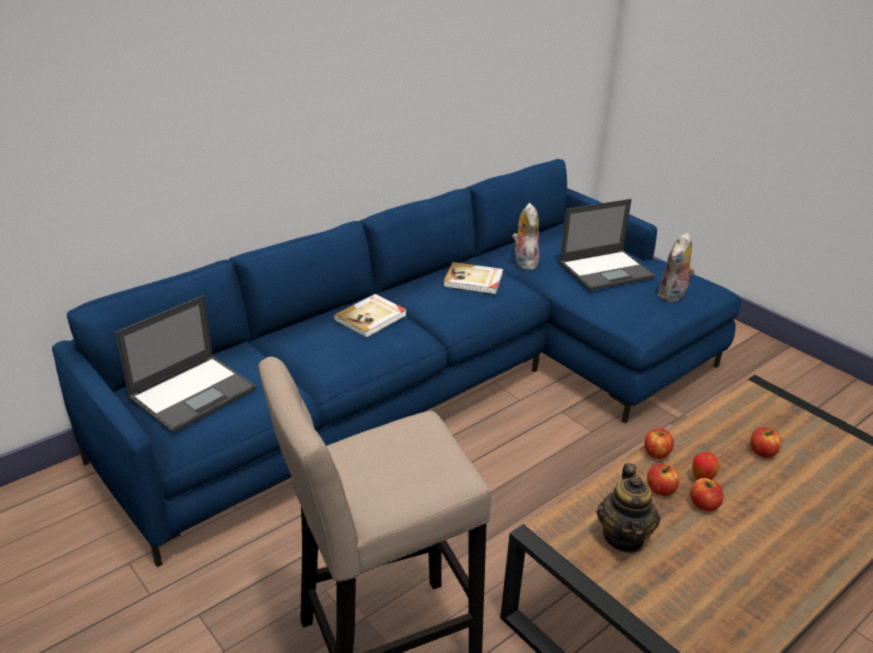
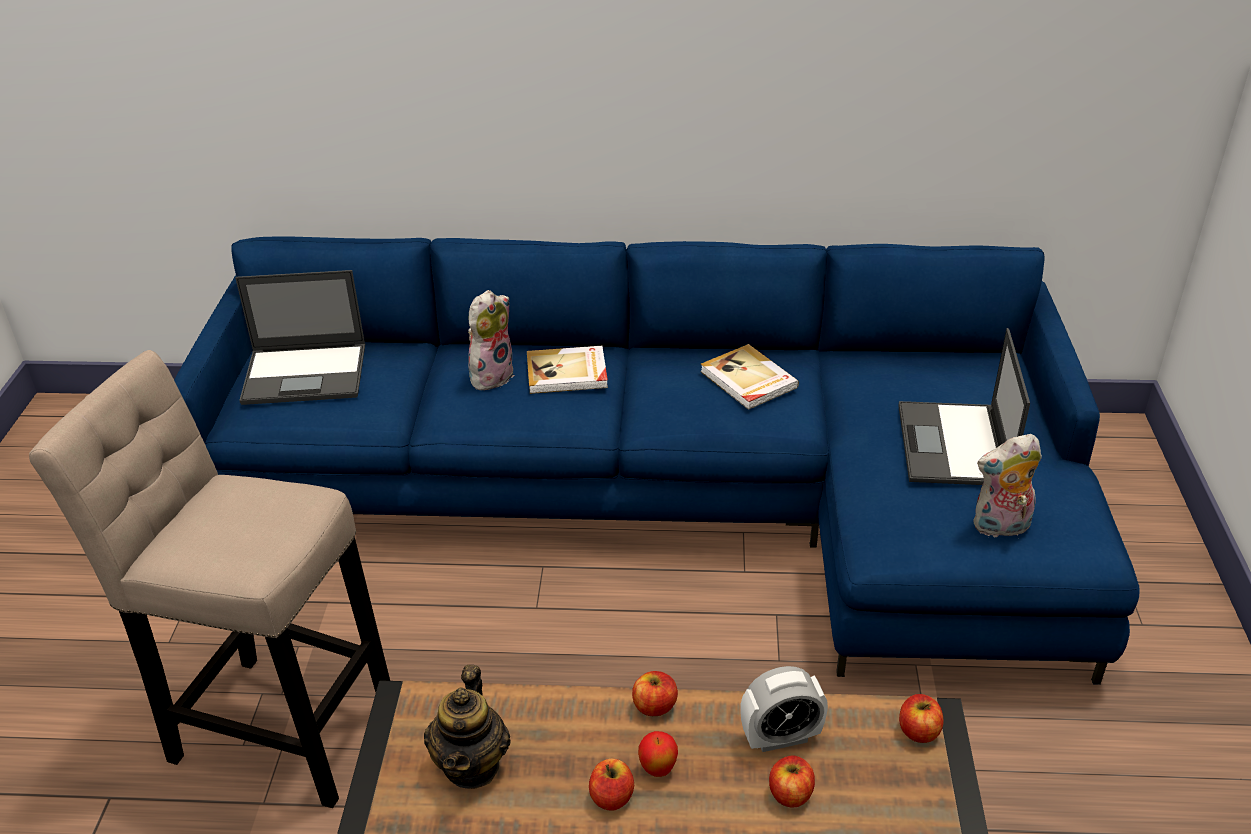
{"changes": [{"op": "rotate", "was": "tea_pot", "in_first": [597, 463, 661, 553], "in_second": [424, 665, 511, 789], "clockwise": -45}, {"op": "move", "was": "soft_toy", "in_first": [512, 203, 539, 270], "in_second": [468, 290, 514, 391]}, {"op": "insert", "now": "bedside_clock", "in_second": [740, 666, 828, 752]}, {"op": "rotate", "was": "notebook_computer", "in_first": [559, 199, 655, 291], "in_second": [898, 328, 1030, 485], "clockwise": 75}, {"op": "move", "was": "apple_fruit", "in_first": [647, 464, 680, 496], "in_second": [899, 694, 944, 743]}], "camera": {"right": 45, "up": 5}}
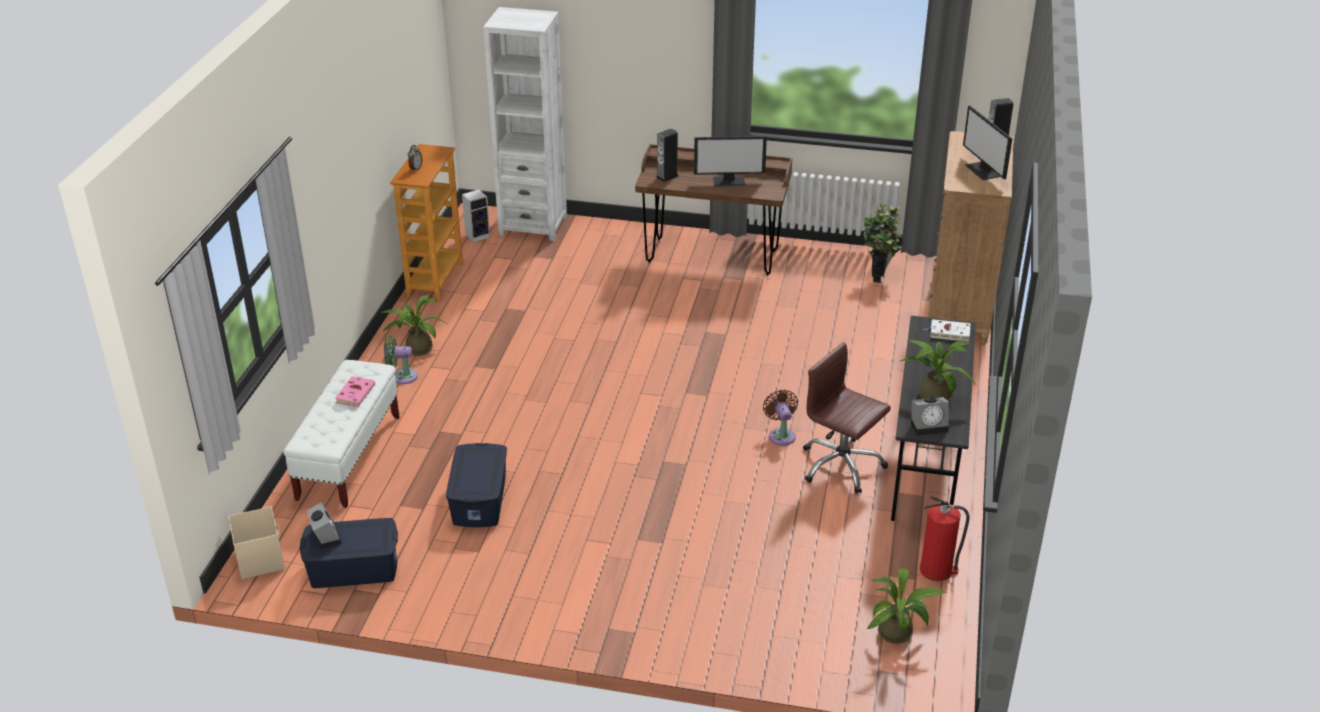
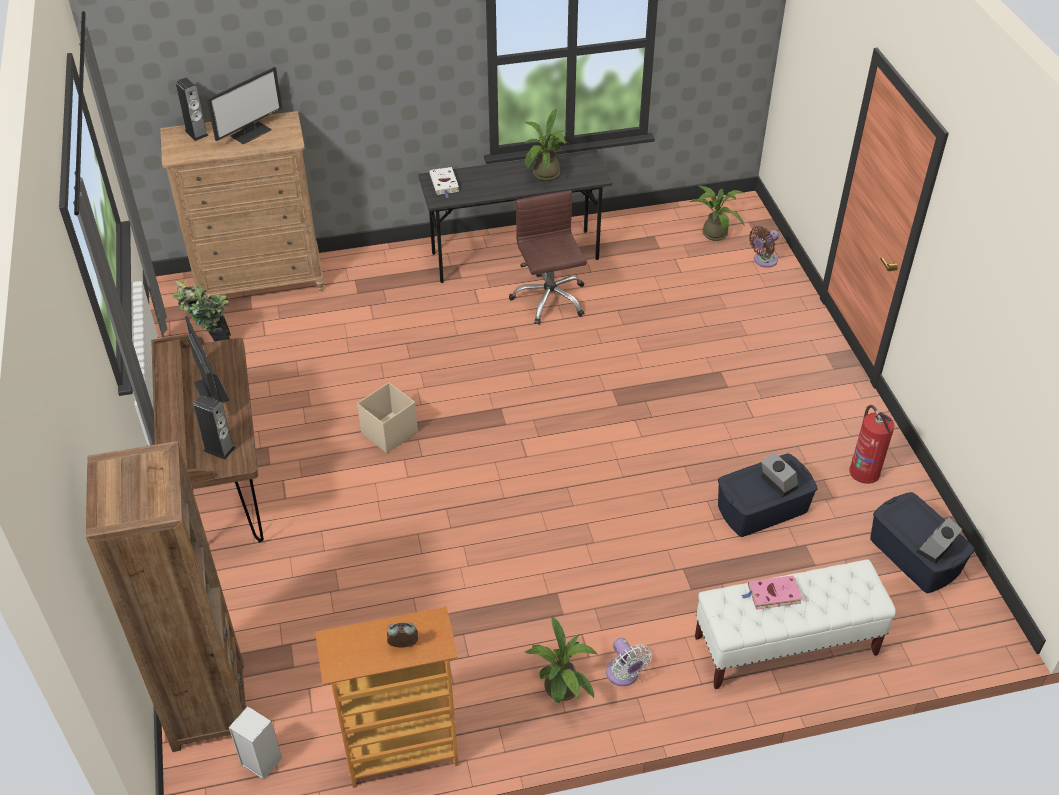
{"changes": [{"op": "recolor", "was": "whitish_shelving_unit", "now": "brownish_shelving_unit", "in_first": [483, 7, 567, 241], "in_second": [86, 441, 246, 752]}, {"op": "move", "was": "beige_storage_container", "in_first": [228, 506, 285, 579], "in_second": [357, 383, 418, 453]}, {"op": "rotate", "was": "brownish_desk_chair", "in_first": [803, 342, 891, 494], "in_second": [509, 190, 587, 325], "clockwise": 150}, {"op": "recolor", "was": "green_electric_fan", "now": "whitish_electric_fan", "in_first": [384, 336, 418, 384], "in_second": [606, 638, 652, 686]}, {"op": "move", "was": "brownish_electric_fan", "in_first": [763, 390, 798, 445], "in_second": [749, 226, 779, 268]}, {"op": "move", "was": "bedside_clock", "in_first": [910, 397, 949, 435], "in_second": [761, 452, 798, 497]}, {"op": "move", "was": "fire_extinguisher", "in_first": [920, 496, 970, 581], "in_second": [849, 405, 895, 484]}], "camera": {"right": -115, "up": 10}}
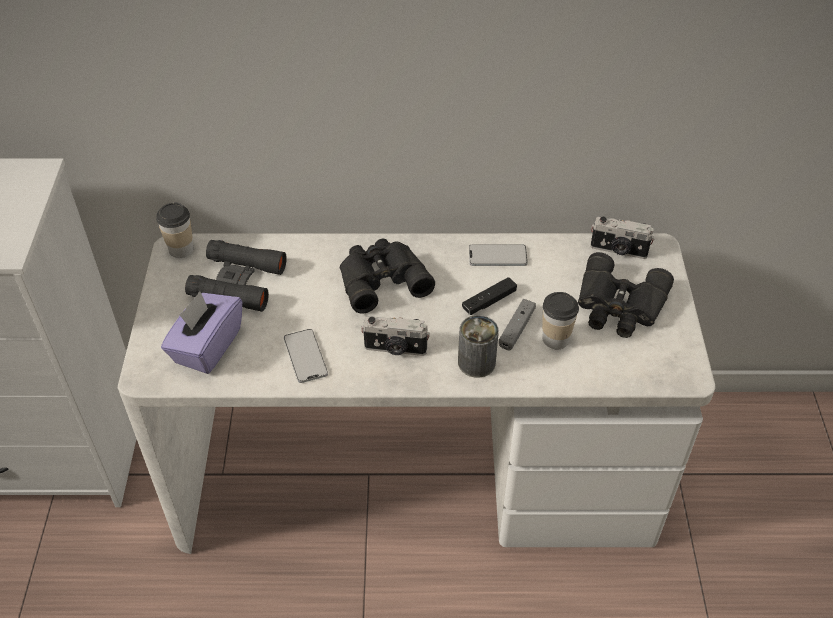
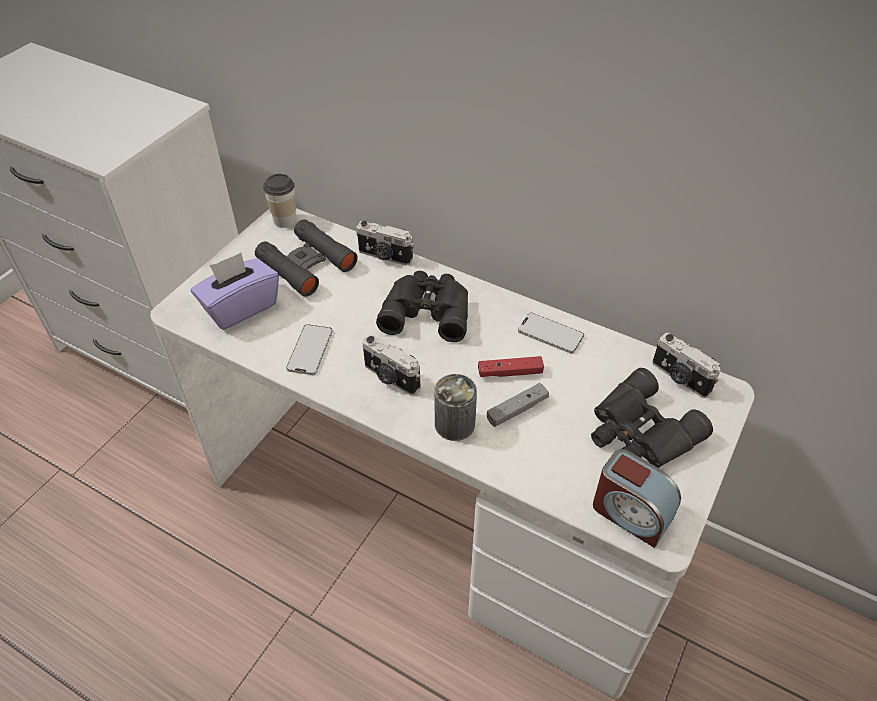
{"changes": [{"op": "insert", "now": "still_camera", "in_second": [356, 221, 414, 266]}, {"op": "recolor", "was": "black-coloured_gamepad", "now": "reddish_gamepad", "in_first": [462, 277, 517, 315], "in_second": [478, 356, 544, 377]}, {"op": "insert", "now": "bedside_clock", "in_second": [593, 449, 681, 548]}, {"op": "delete", "was": "cup", "in_first": [542, 292, 579, 349]}], "camera": {"right": 30, "up": 0}}
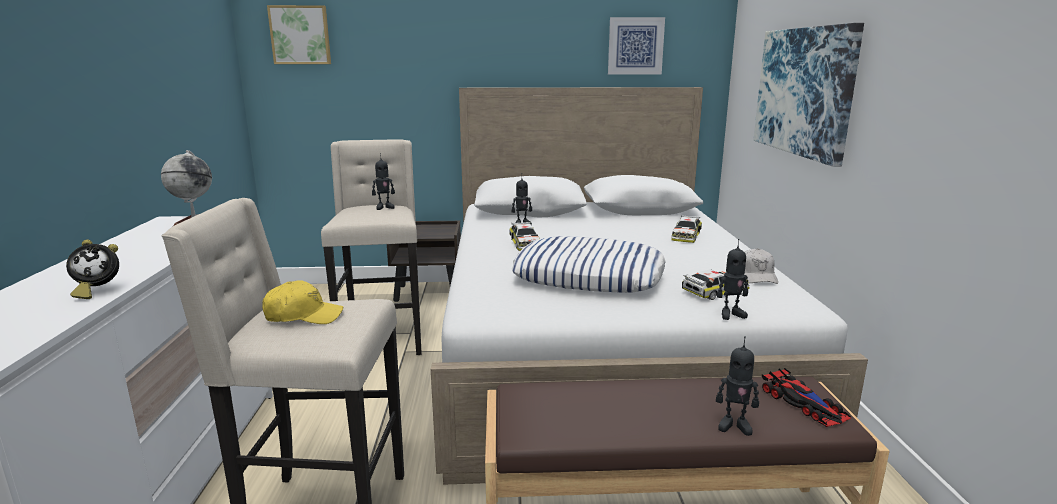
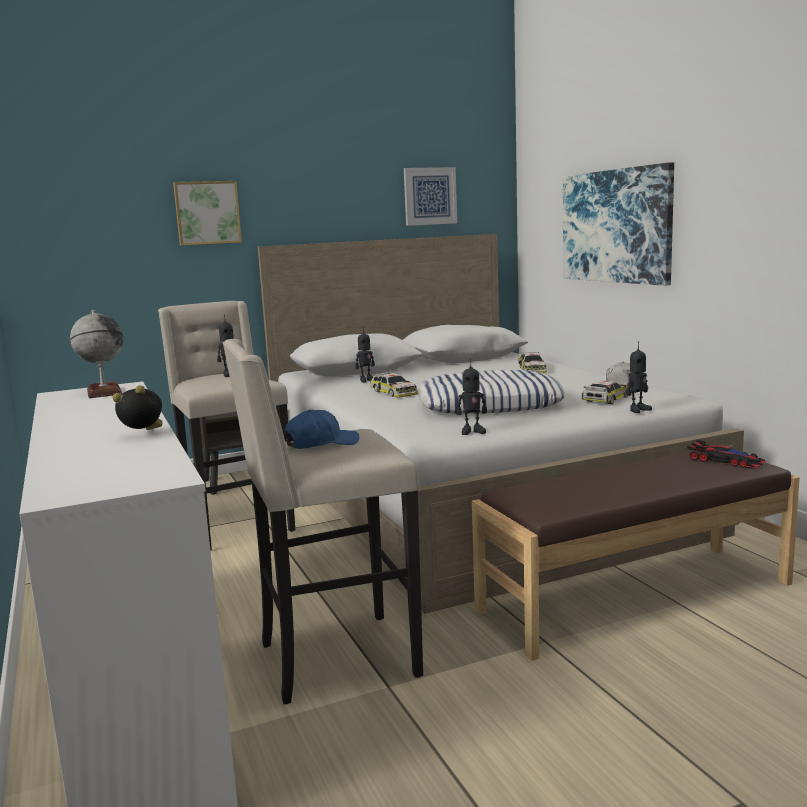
{"changes": [{"op": "rotate", "was": "bedside_clock", "in_first": [66, 239, 119, 299], "in_second": [112, 385, 163, 430], "clockwise": -150}, {"op": "move", "was": "wall_picture", "in_first": [267, 5, 331, 64], "in_second": [173, 181, 242, 246]}, {"op": "recolor", "was": "yellow_baseball_cap", "now": "blue_baseball_cap", "in_first": [262, 280, 344, 324], "in_second": [284, 410, 359, 449]}, {"op": "move", "was": "model_robot", "in_first": [716, 336, 759, 436], "in_second": [456, 358, 487, 435]}], "camera": {"right": -20, "up": -5}}
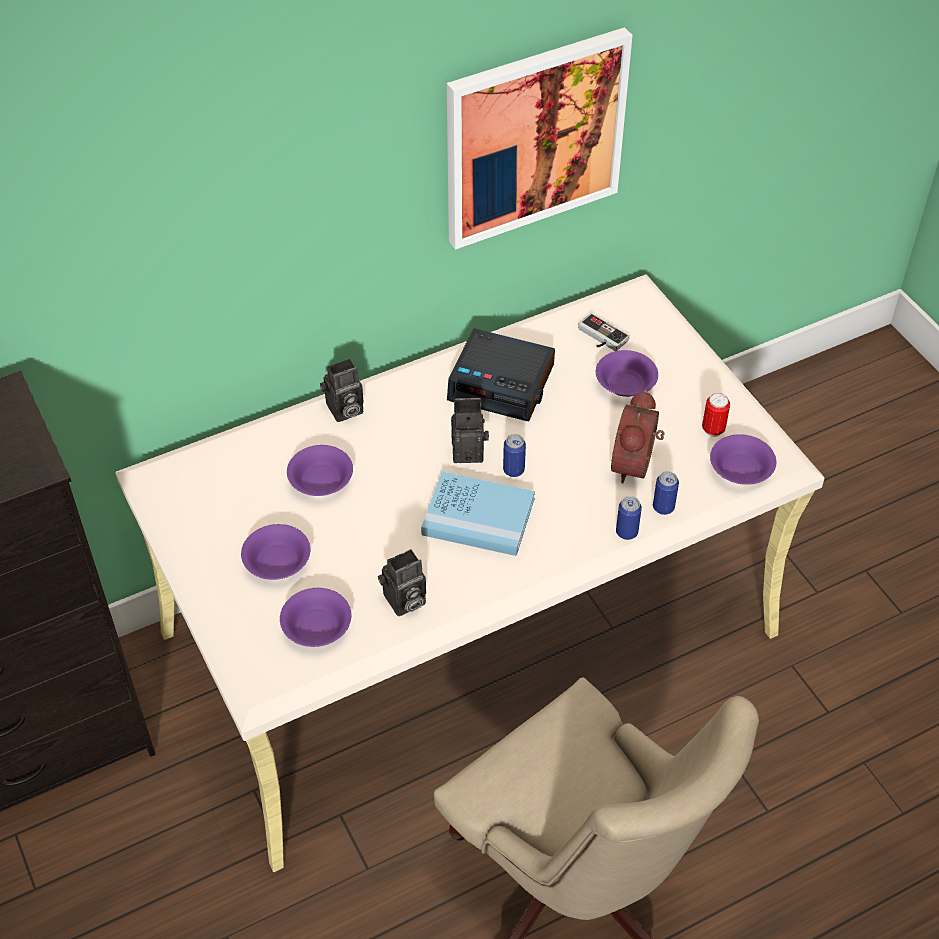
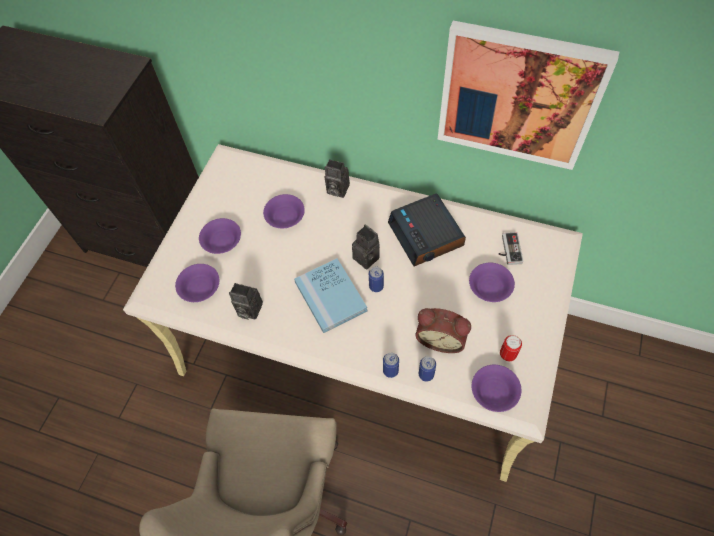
{"changes": [{"op": "rotate", "was": "bedside_clock", "in_first": [611, 390, 664, 484], "in_second": [415, 308, 471, 353], "clockwise": -135}], "camera": {"right": 50, "up": 10}}
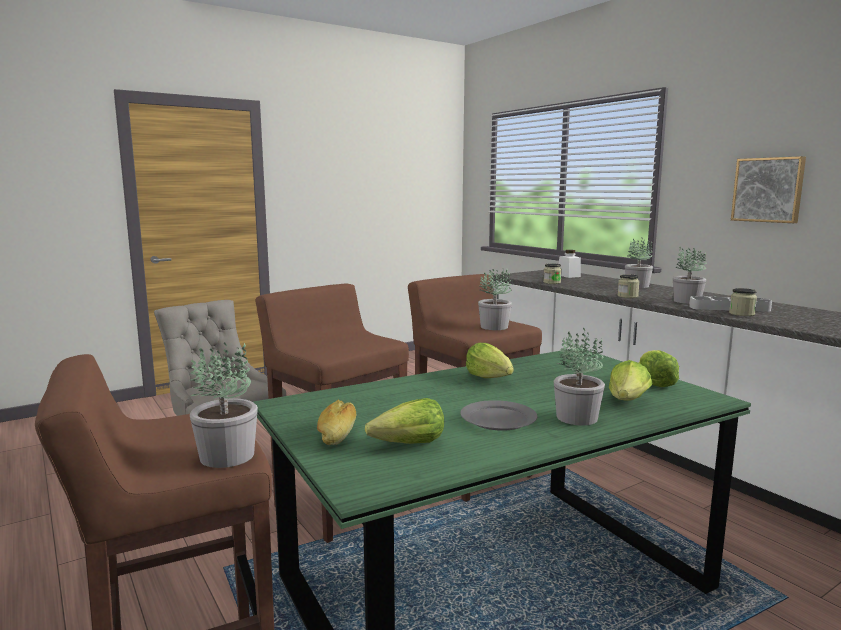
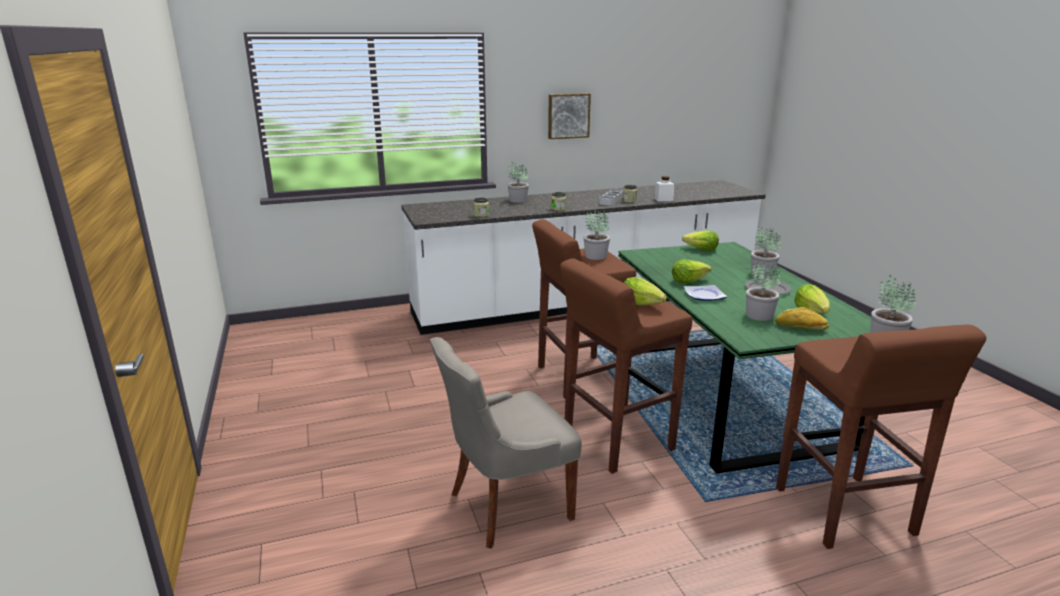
{"changes": [{"op": "move", "was": "head_of_lettuce", "in_first": [609, 360, 652, 401], "in_second": [624, 277, 667, 305]}, {"op": "move", "was": "whitish_storage_jar", "in_first": [559, 250, 581, 278], "in_second": [654, 176, 674, 201]}, {"op": "insert", "now": "plate", "in_second": [684, 285, 727, 301]}, {"op": "move", "was": "houseplant", "in_first": [673, 247, 707, 304], "in_second": [746, 263, 780, 321]}], "camera": {"right": -75, "up": 10}}
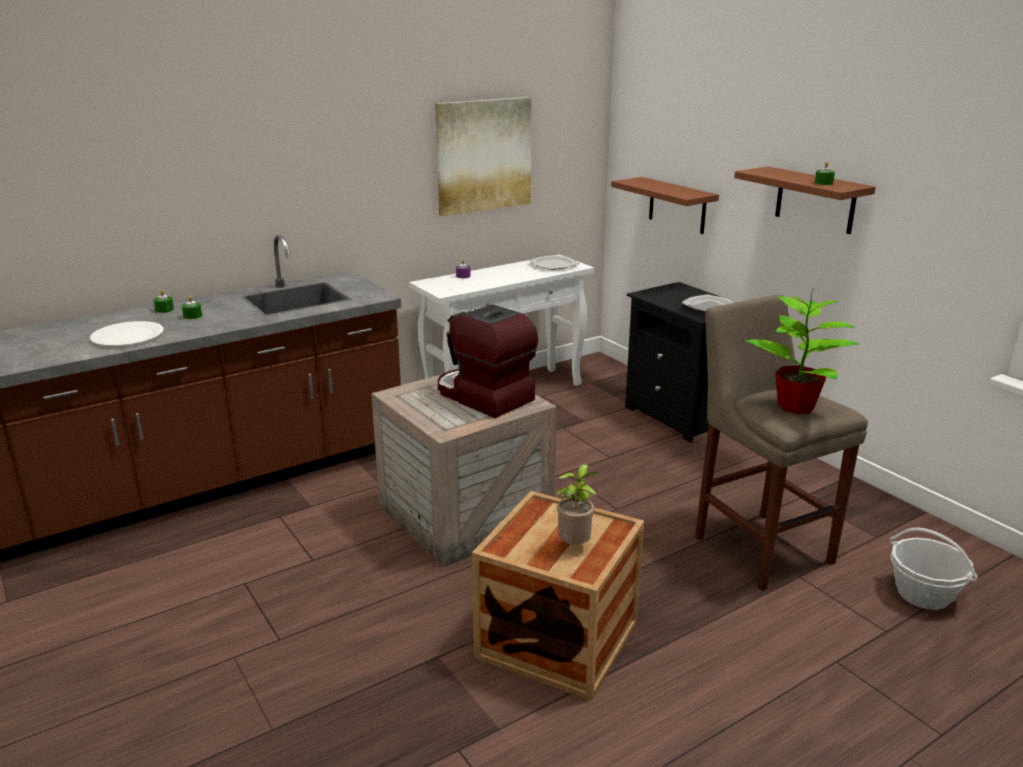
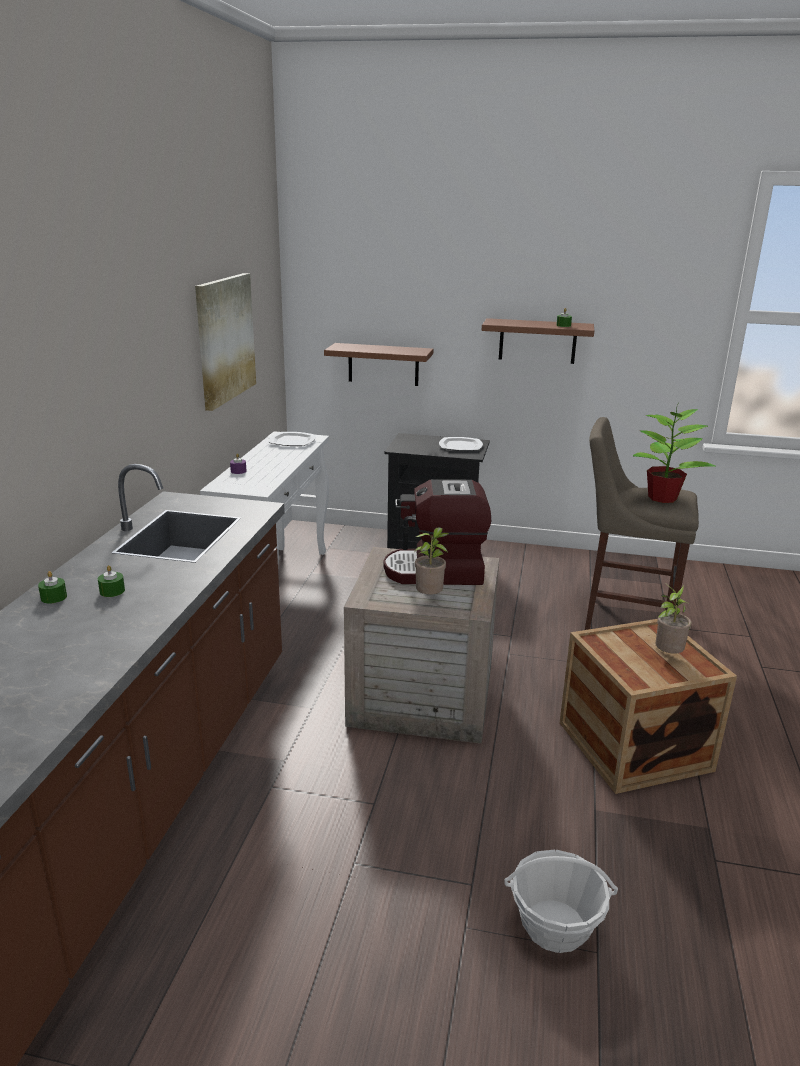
{"changes": [{"op": "insert", "now": "houseplant", "in_second": [414, 527, 449, 595]}, {"op": "move", "was": "storage_basket", "in_first": [890, 527, 978, 610], "in_second": [505, 849, 618, 953]}, {"op": "delete", "was": "whitish_plate", "in_first": [90, 321, 164, 346]}], "camera": {"right": -45, "up": 0}}
